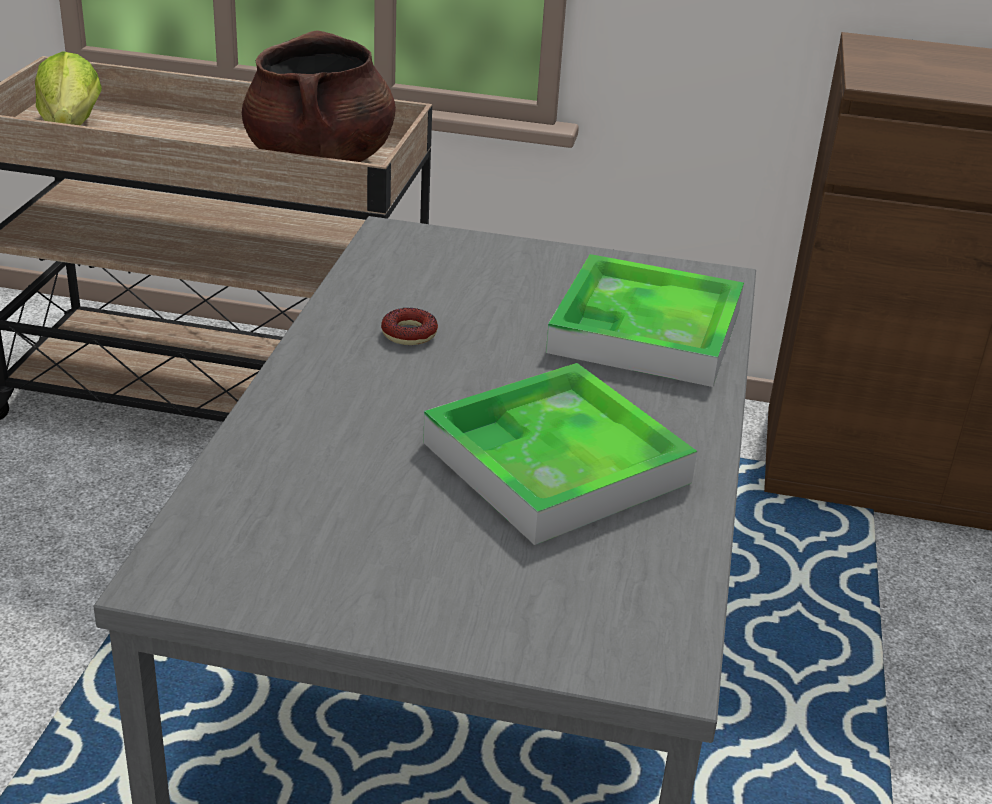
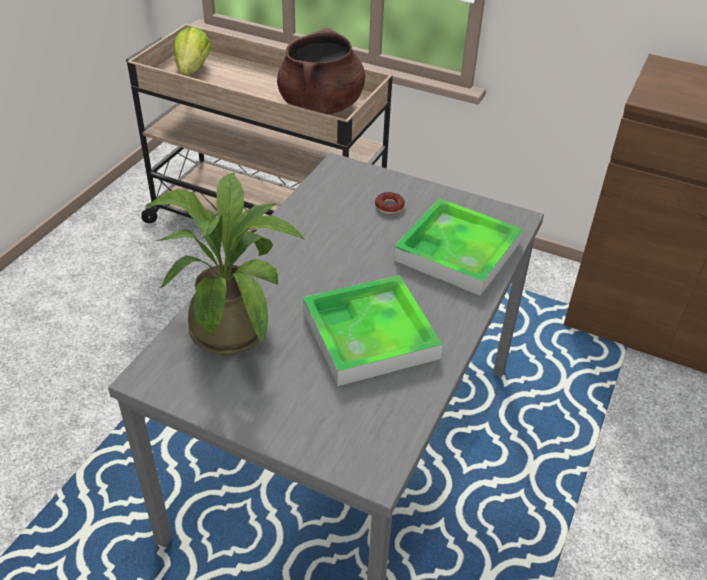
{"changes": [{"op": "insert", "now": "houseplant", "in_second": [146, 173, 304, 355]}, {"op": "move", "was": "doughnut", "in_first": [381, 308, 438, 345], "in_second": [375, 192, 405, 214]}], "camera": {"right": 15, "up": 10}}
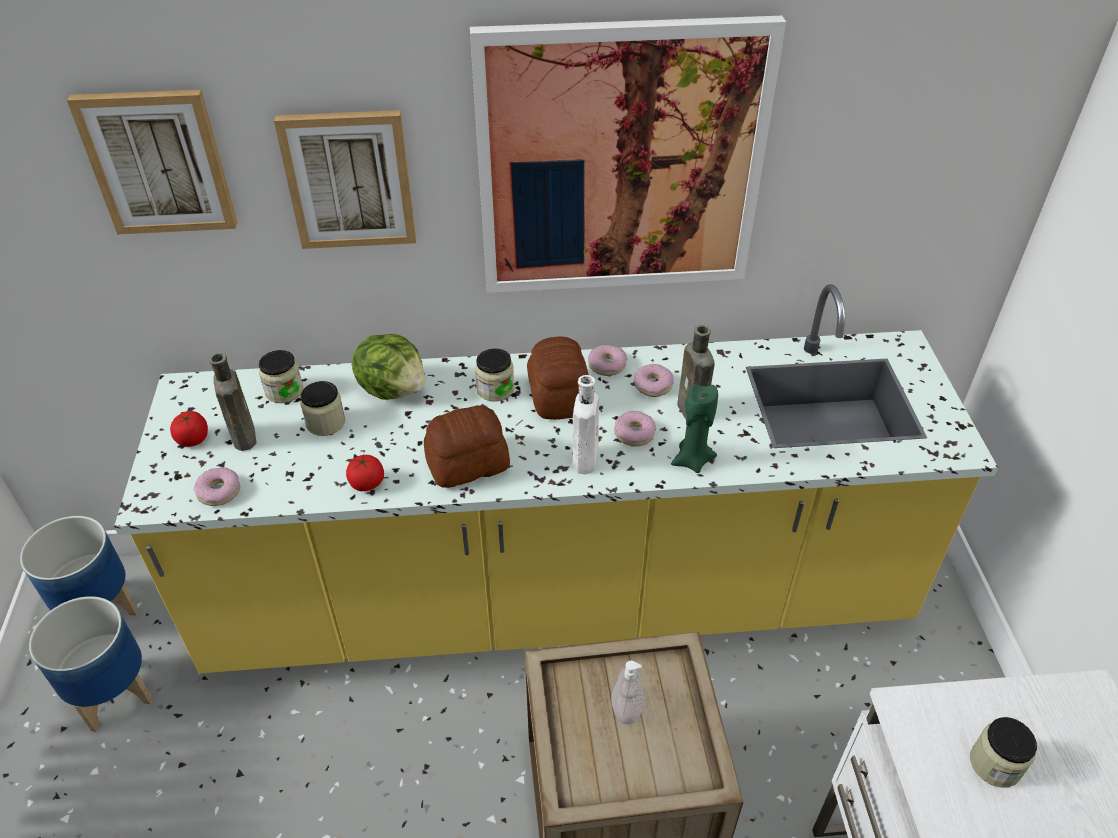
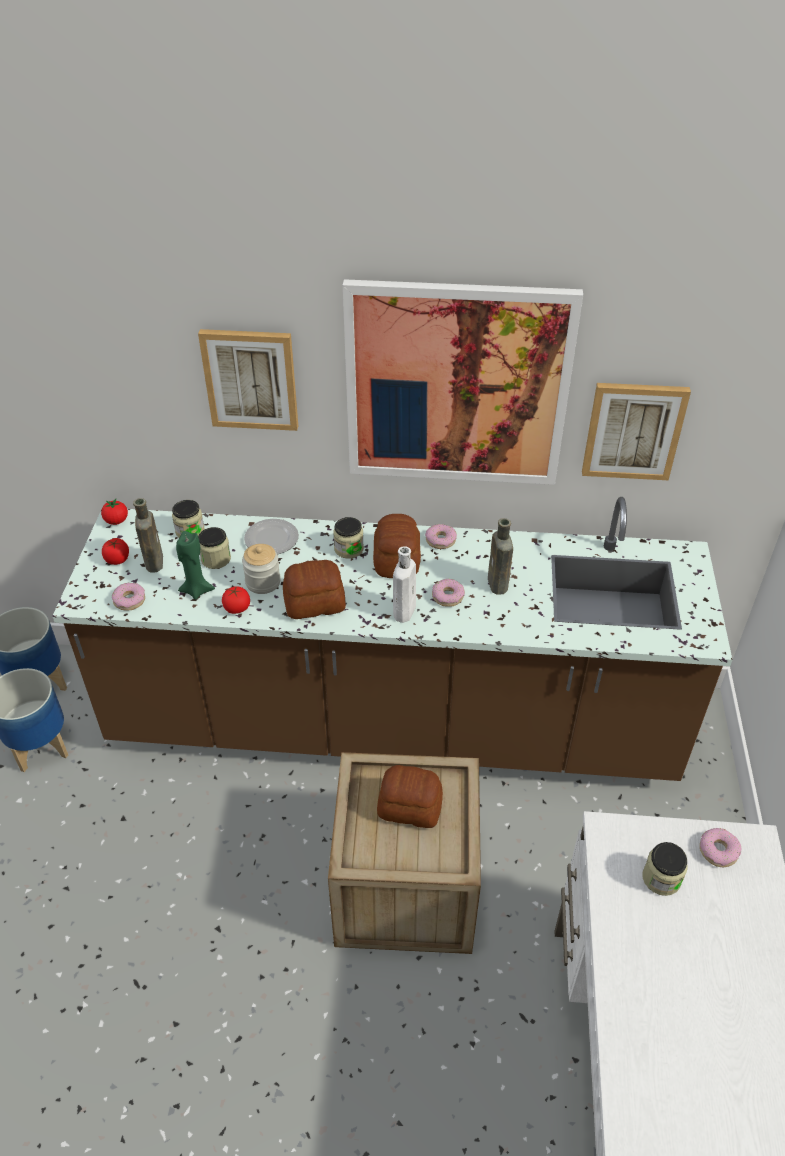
{"changes": [{"op": "recolor", "was": "yellow_kitchen_counter", "now": "brownish_kitchen_counter", "in_first": [114, 284, 998, 673], "in_second": [52, 497, 733, 781]}, {"op": "insert", "now": "fresh_tomato", "in_second": [101, 499, 128, 525]}, {"op": "move", "was": "green_candle", "in_first": [671, 384, 718, 473], "in_second": [176, 531, 215, 600]}, {"op": "insert", "now": "storage_jar", "in_second": [242, 544, 281, 594]}, {"op": "replace", "was": "head_of_lettuce", "now": "plate", "in_first": [352, 334, 426, 400], "in_second": [244, 519, 299, 554]}, {"op": "replace", "was": "liquid_soap_bottle", "now": "baked_bread", "in_first": [611, 661, 644, 725], "in_second": [377, 765, 443, 828]}, {"op": "move", "was": "wall_picture", "in_first": [67, 90, 237, 235], "in_second": [582, 383, 691, 480]}, {"op": "move", "was": "doughnut", "in_first": [634, 364, 674, 397], "in_second": [700, 828, 741, 867]}], "camera": {"right": 10, "up": 0}}
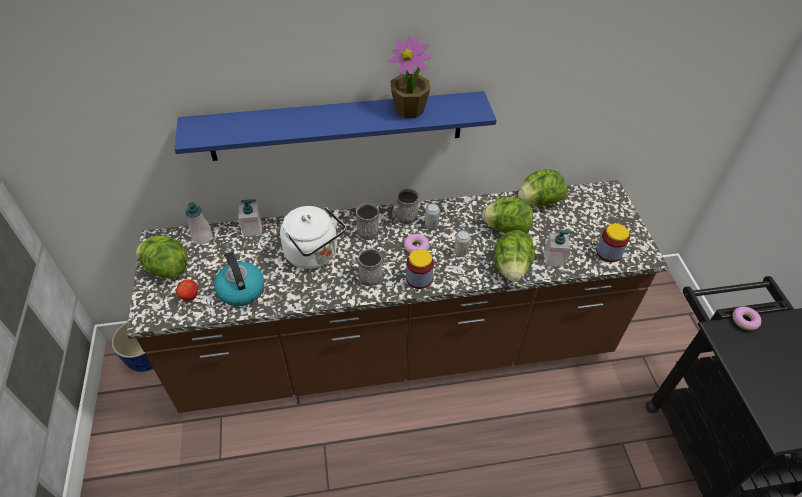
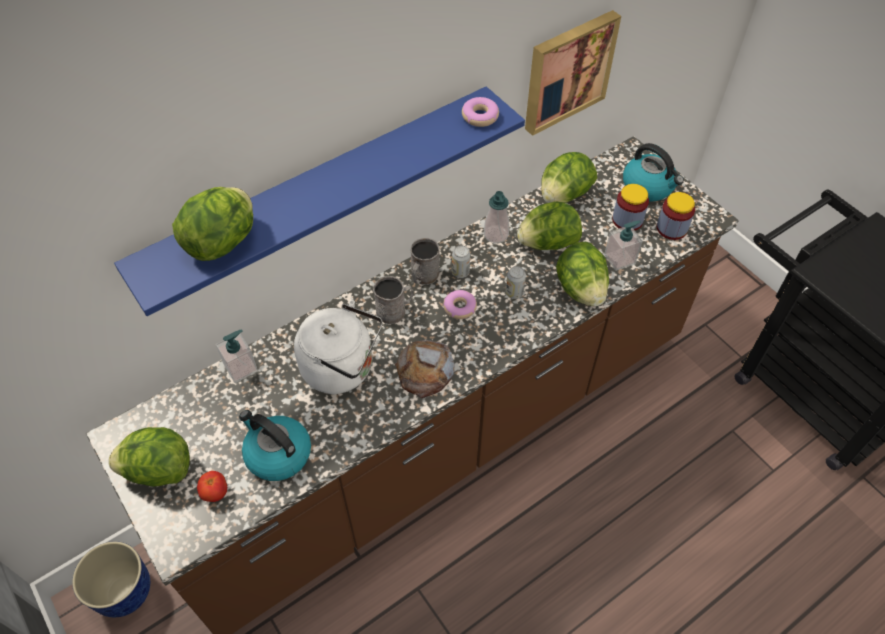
{"changes": [{"op": "insert", "now": "head_of_lettuce", "in_second": [172, 187, 253, 261]}, {"op": "replace", "was": "greyish_coffee_mug", "now": "baked_bread", "in_first": [351, 249, 382, 286], "in_second": [395, 340, 455, 398]}, {"op": "move", "was": "doughnut", "in_first": [732, 306, 761, 330], "in_second": [462, 97, 499, 127]}, {"op": "move", "was": "liquid_soap_bottle", "in_first": [186, 202, 213, 244], "in_second": [484, 191, 509, 243]}, {"op": "insert", "now": "wall_picture", "in_second": [525, 10, 621, 136]}, {"op": "move", "was": "storage_jar", "in_first": [406, 249, 434, 289], "in_second": [612, 184, 649, 230]}, {"op": "insert", "now": "tea_kettle", "in_second": [623, 143, 684, 202]}, {"op": "delete", "was": "houseplant", "in_first": [389, 36, 431, 118]}], "camera": {"right": -25, "up": 5}}
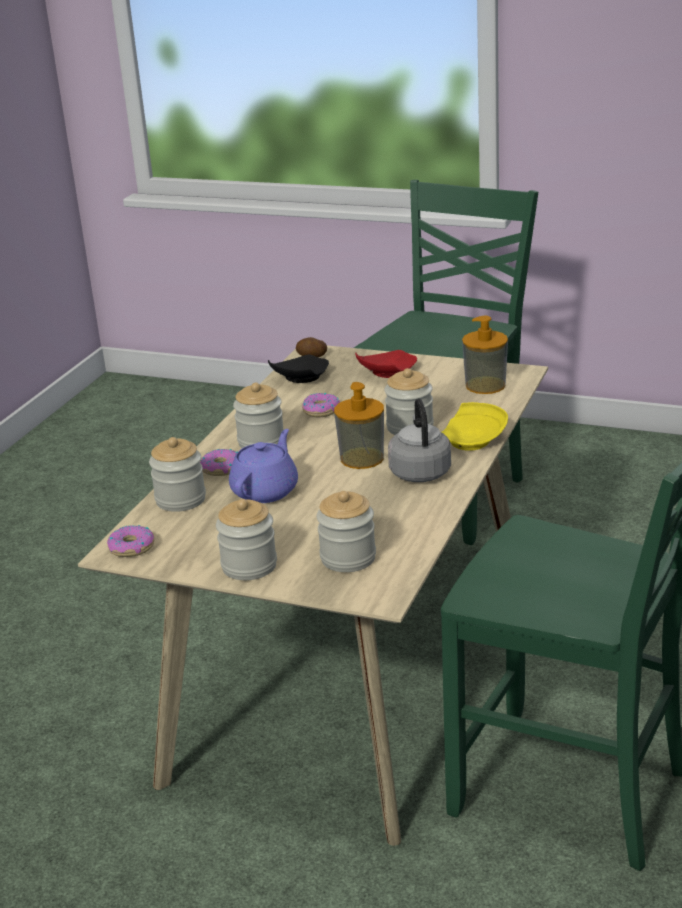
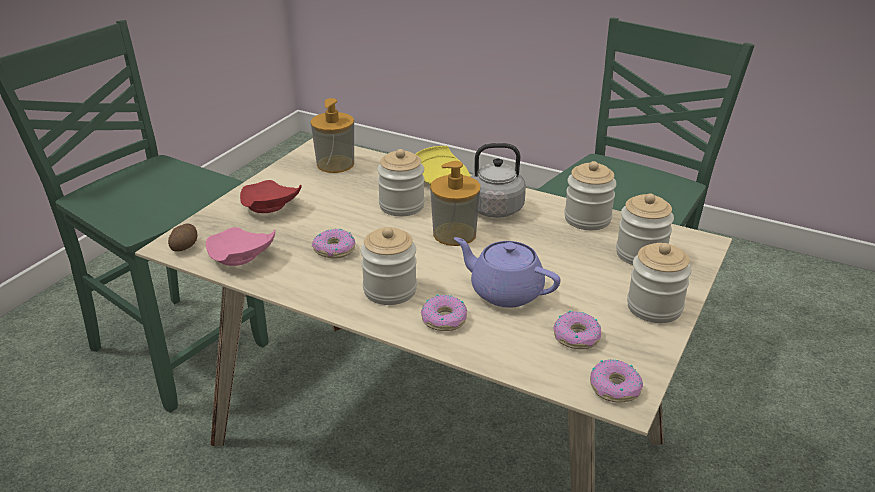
{"changes": [{"op": "recolor", "was": "black-coloured_plate", "now": "pink-coloured_plate", "in_first": [268, 355, 329, 383], "in_second": [206, 227, 275, 266]}, {"op": "insert", "now": "doughnut", "in_second": [553, 311, 601, 349]}, {"op": "move", "was": "storage_jar", "in_first": [149, 437, 206, 512], "in_second": [564, 161, 617, 230]}], "camera": {"right": -85, "up": 5}}
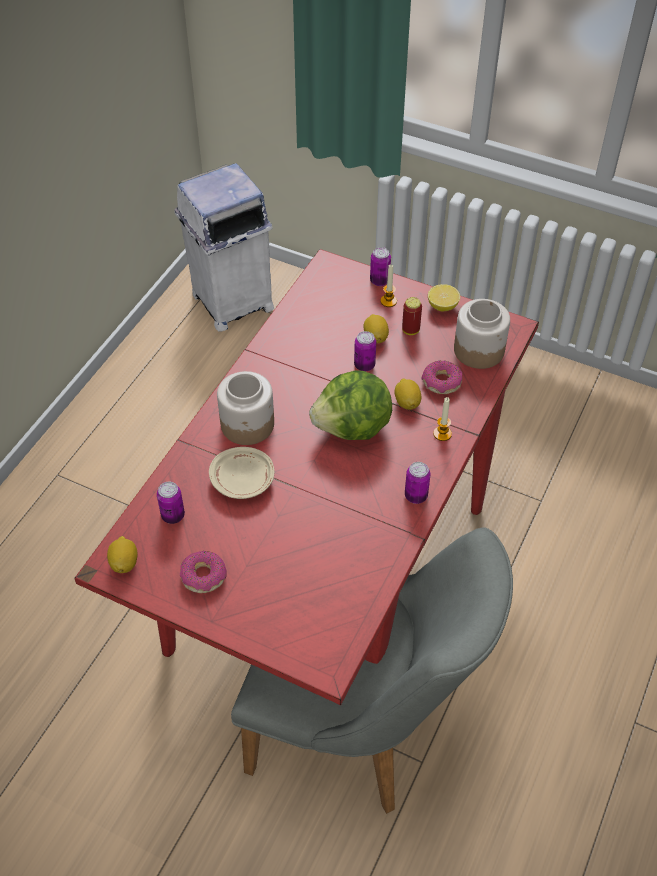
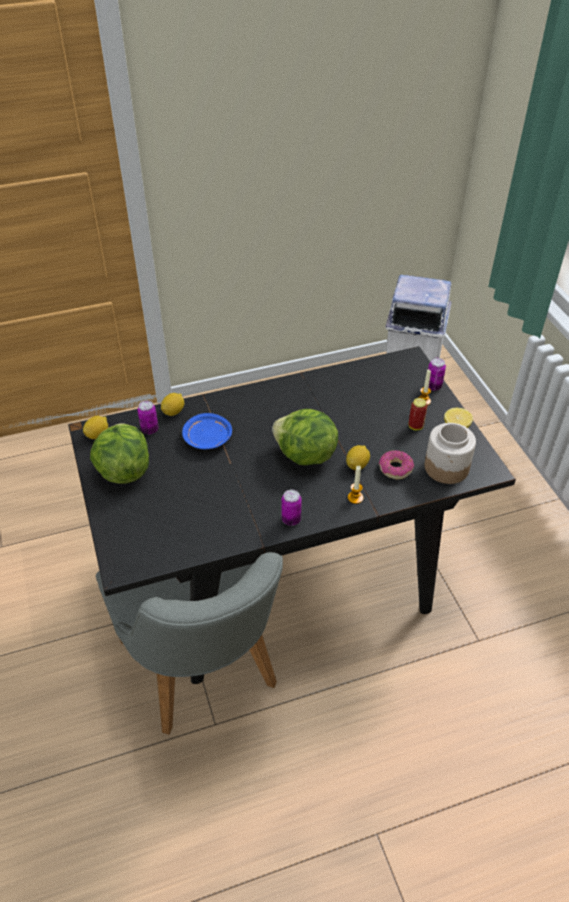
{"changes": [{"op": "recolor", "was": "reddish_kitchen_table", "now": "black-coloured_kitchen_table", "in_first": [74, 249, 539, 705], "in_second": [68, 346, 516, 684]}, {"op": "replace", "was": "doughnut", "now": "head_of_lettuce", "in_first": [180, 551, 227, 593], "in_second": [90, 423, 149, 484]}, {"op": "move", "was": "lemon", "in_first": [363, 314, 389, 344], "in_second": [161, 393, 184, 416]}, {"op": "recolor", "was": "beige_plate", "now": "blue_plate", "in_first": [209, 447, 274, 499], "in_second": [182, 413, 232, 449]}, {"op": "delete", "was": "storage_jar", "in_first": [217, 371, 274, 445]}, {"op": "delete", "was": "sealed_can", "in_first": [354, 331, 376, 371]}], "camera": {"right": 45, "up": -5}}
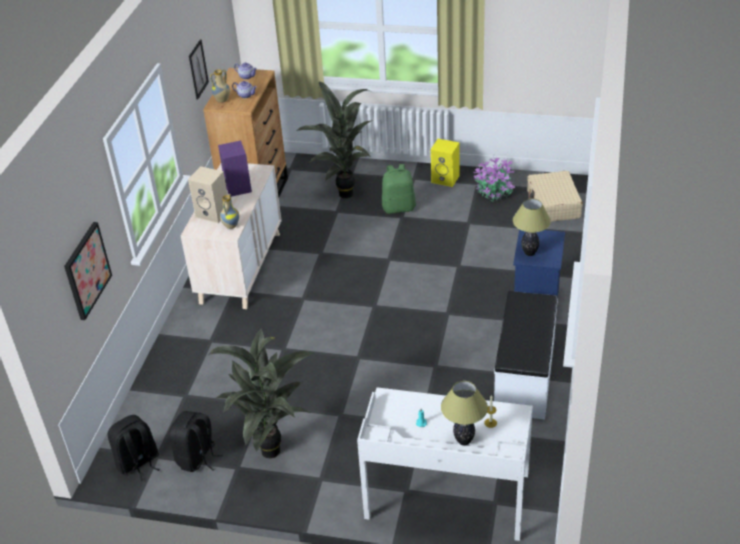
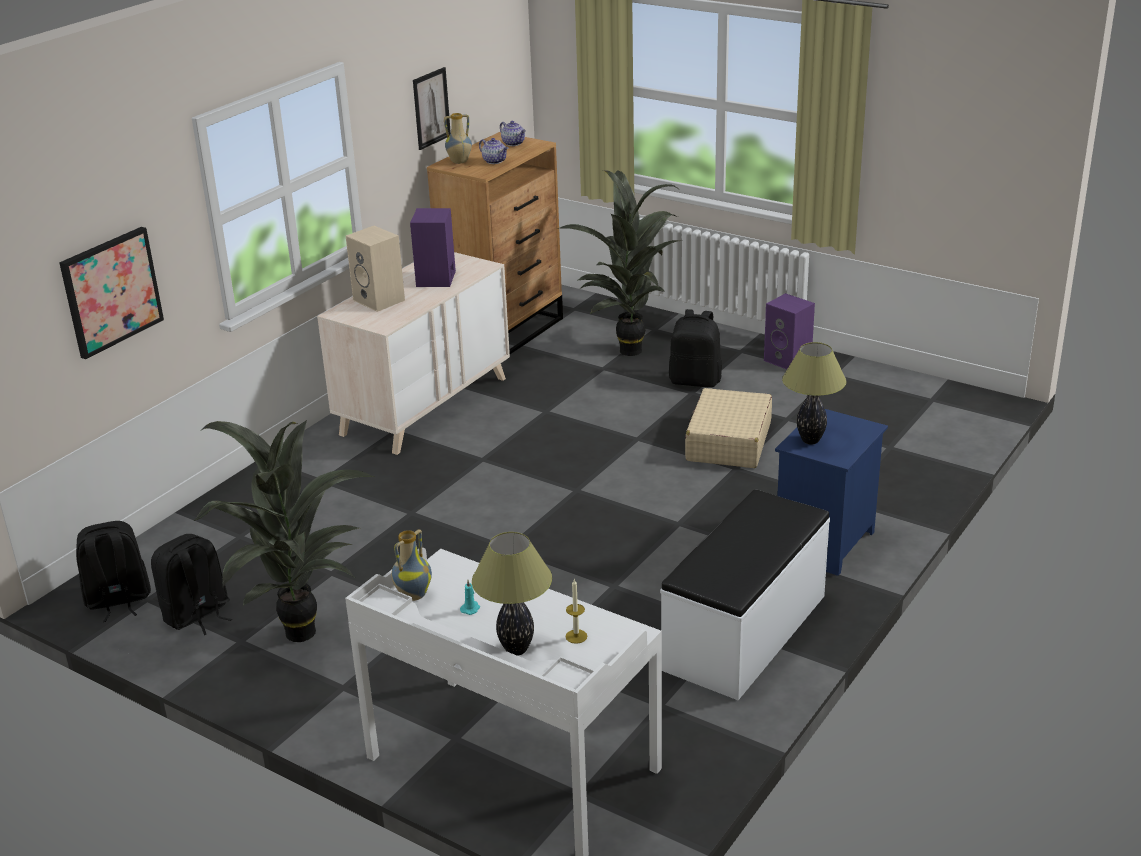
{"changes": [{"op": "move", "was": "vase", "in_first": [220, 194, 239, 229], "in_second": [391, 529, 432, 601]}, {"op": "recolor", "was": "green_rucksack", "now": "black-coloured_rucksack", "in_first": [382, 164, 416, 214], "in_second": [669, 309, 722, 388]}, {"op": "move", "was": "beige_suitcase", "in_first": [527, 171, 583, 222], "in_second": [685, 388, 772, 468]}, {"op": "recolor", "was": "yellow_audio_speaker", "now": "purple_audio_speaker", "in_first": [431, 139, 459, 187], "in_second": [764, 293, 815, 369]}, {"op": "delete", "was": "houseplant", "in_first": [474, 157, 515, 201]}], "camera": {"right": 20, "up": -10}}
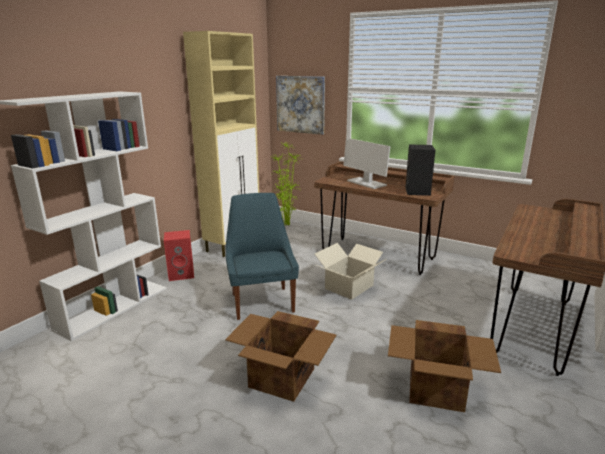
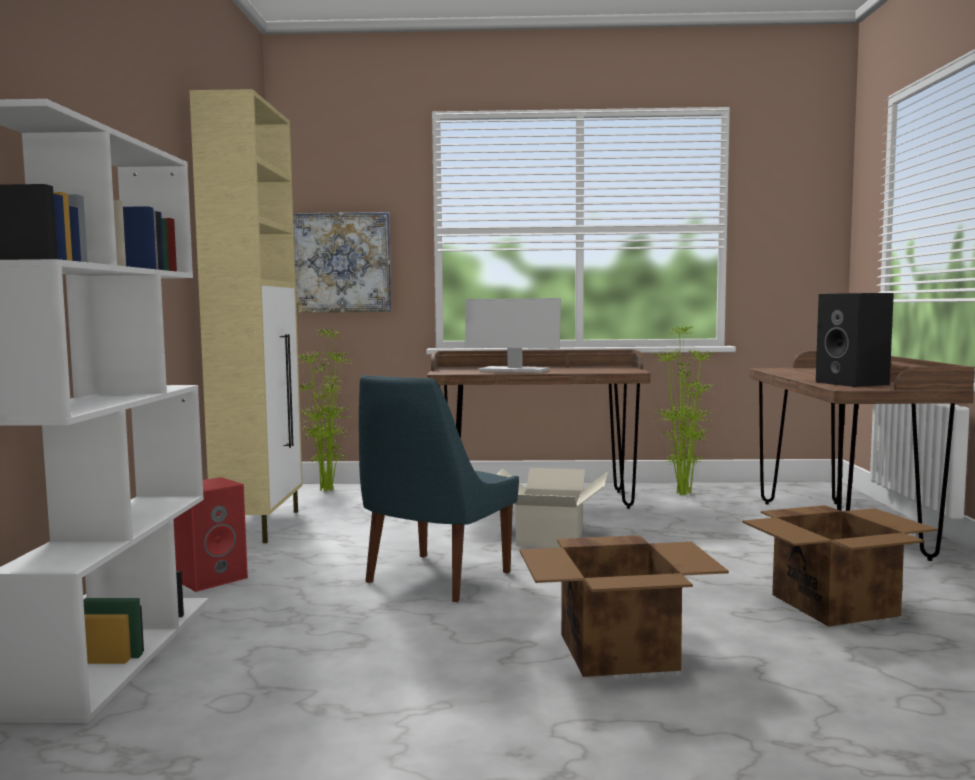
{"changes": [{"op": "rotate", "was": "blue_chair", "in_first": [226, 193, 299, 320], "in_second": [359, 375, 519, 603], "clockwise": -105}, {"op": "insert", "now": "houseplant", "in_second": [651, 325, 716, 495]}, {"op": "move", "was": "black-coloured_audio_speaker", "in_first": [405, 144, 435, 196], "in_second": [816, 293, 894, 387]}], "camera": {"right": -30, "up": -15}}
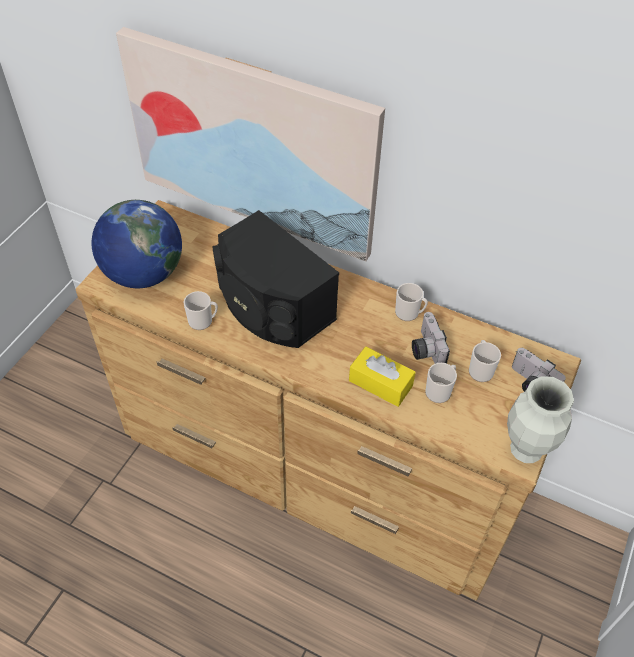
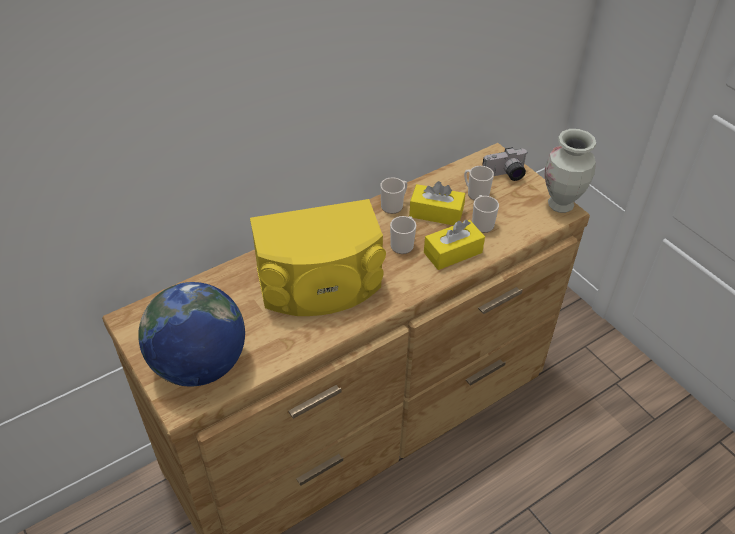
{"changes": [{"op": "recolor", "was": "black-coloured_audio_speaker", "now": "yellow_audio_speaker", "in_first": [212, 210, 339, 348], "in_second": [250, 199, 386, 316]}, {"op": "move", "was": "coffee_mug", "in_first": [184, 291, 218, 330], "in_second": [390, 216, 416, 254]}, {"op": "replace", "was": "still_camera", "now": "yellow_box_of_tissues", "in_first": [412, 312, 450, 364], "in_second": [409, 181, 465, 225]}, {"op": "delete", "was": "wall_picture", "in_first": [116, 27, 385, 261]}], "camera": {"right": -60, "up": -5}}
